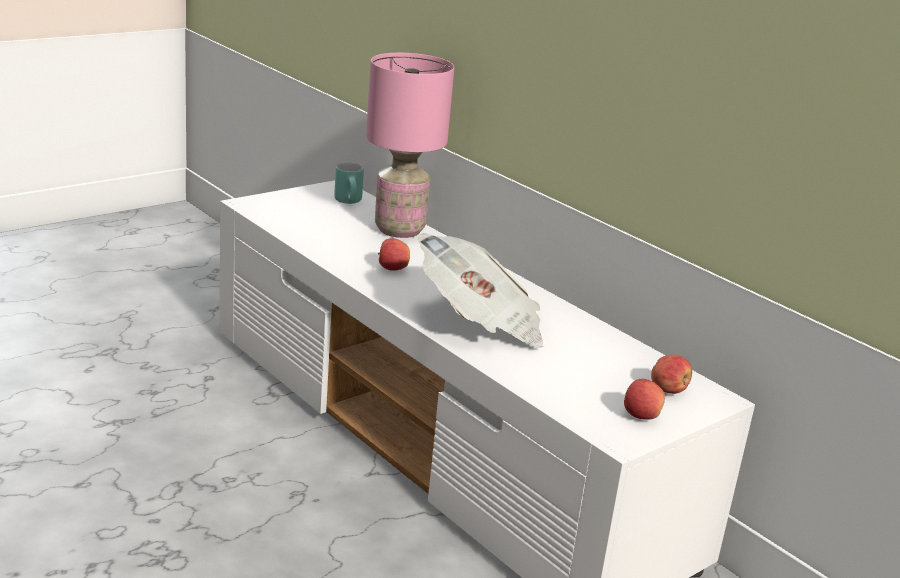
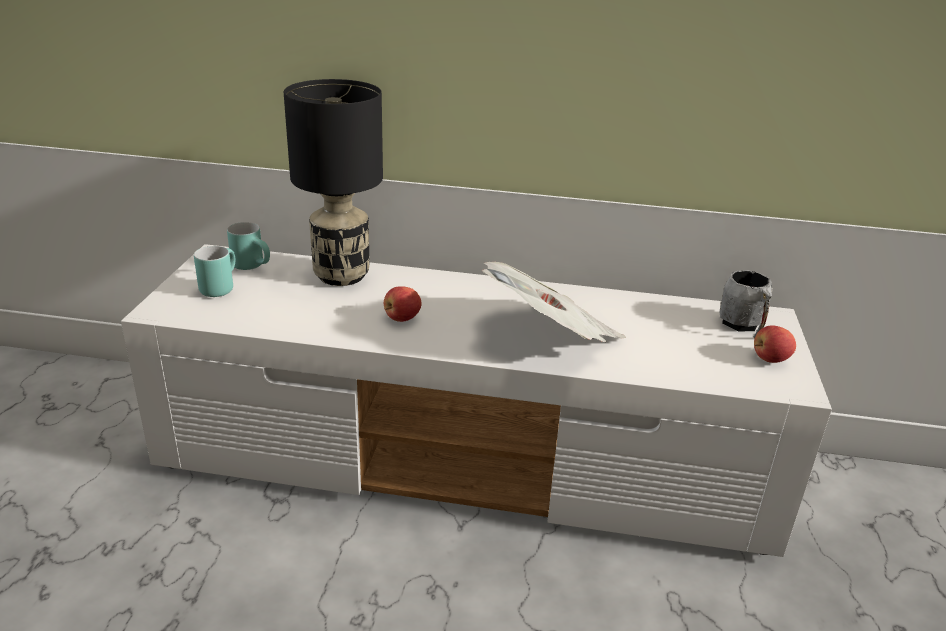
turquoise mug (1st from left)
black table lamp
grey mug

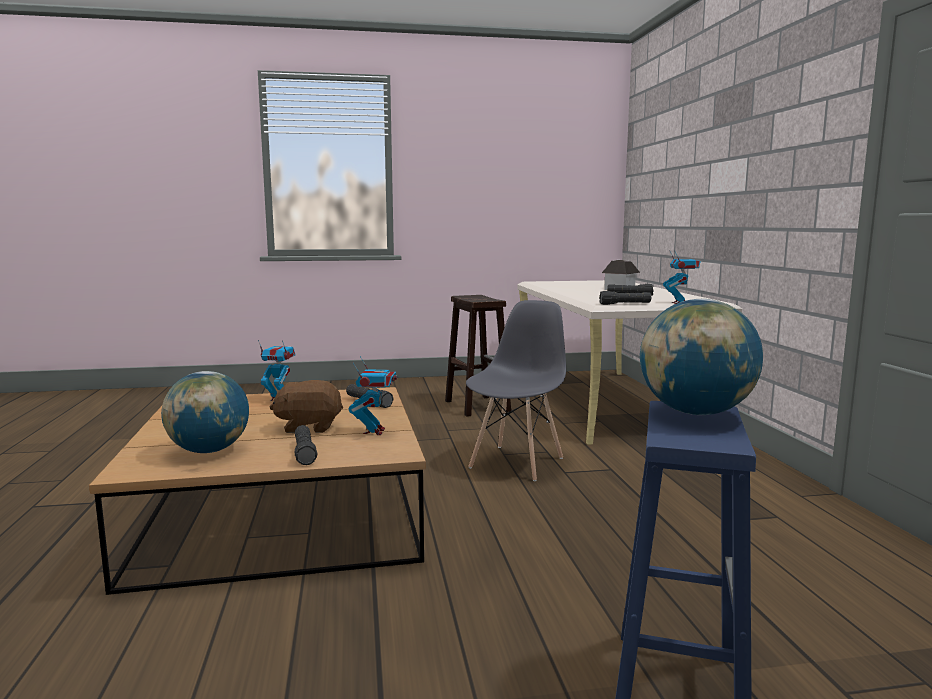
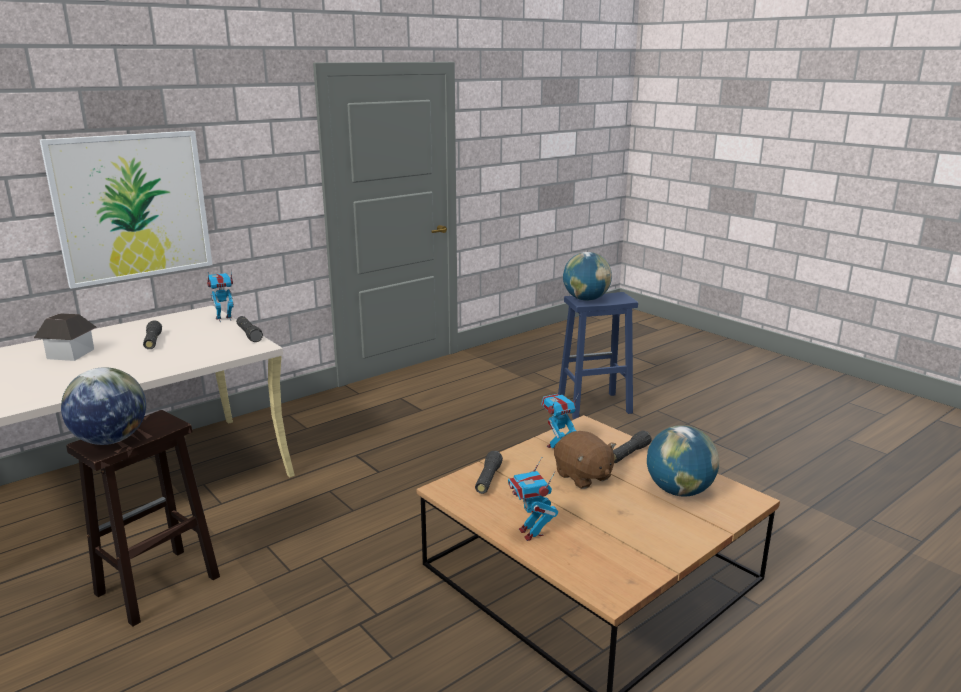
picture
globe (1st from left)
grey chair

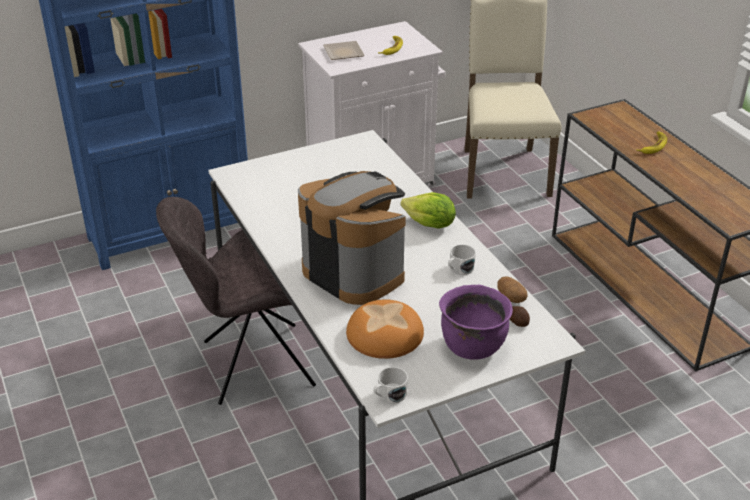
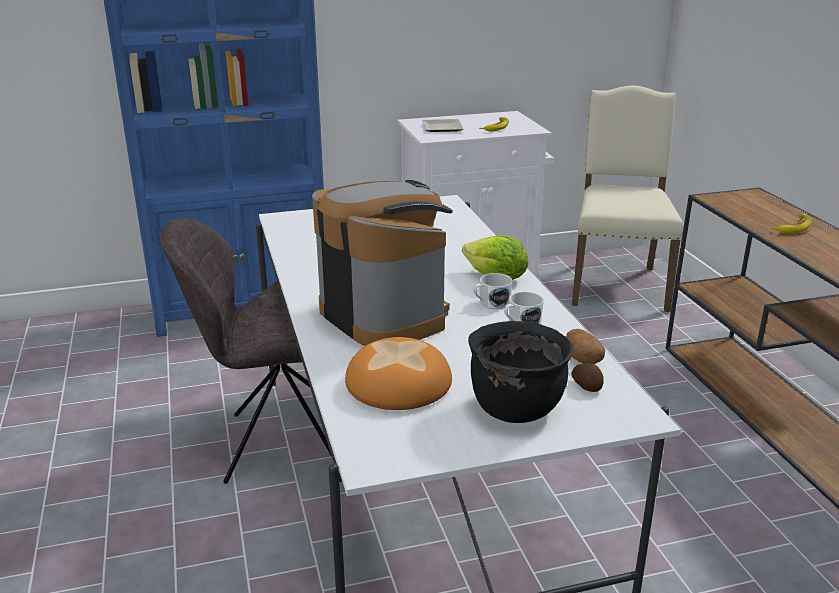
black cooking pot
white mug (1st from left)

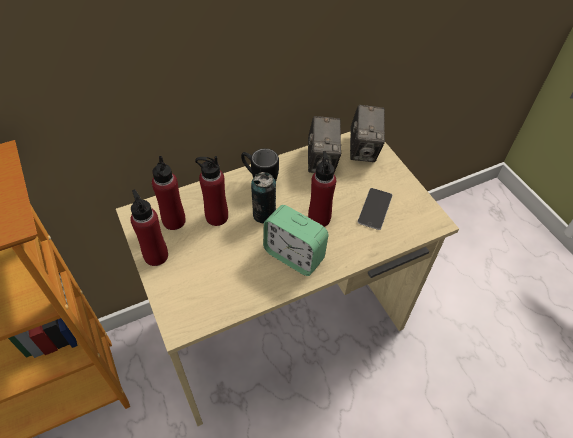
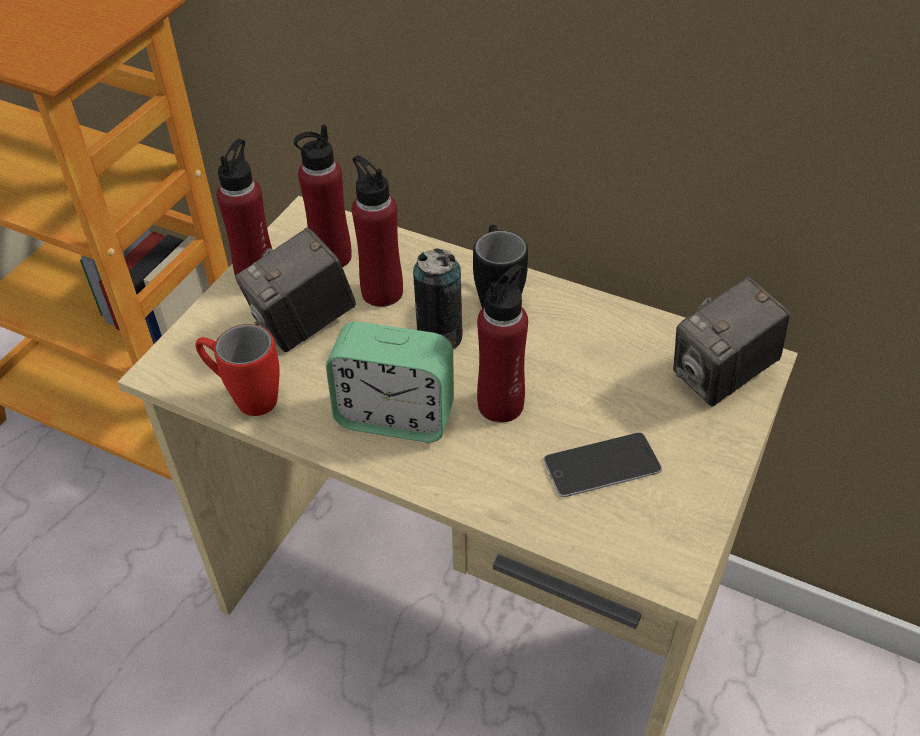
red mug
photo camera (1st from left)
alarm clock

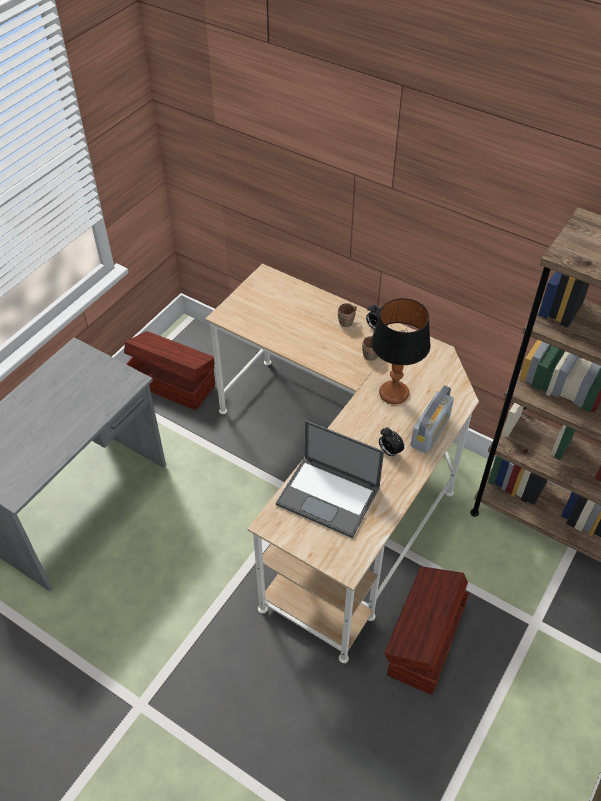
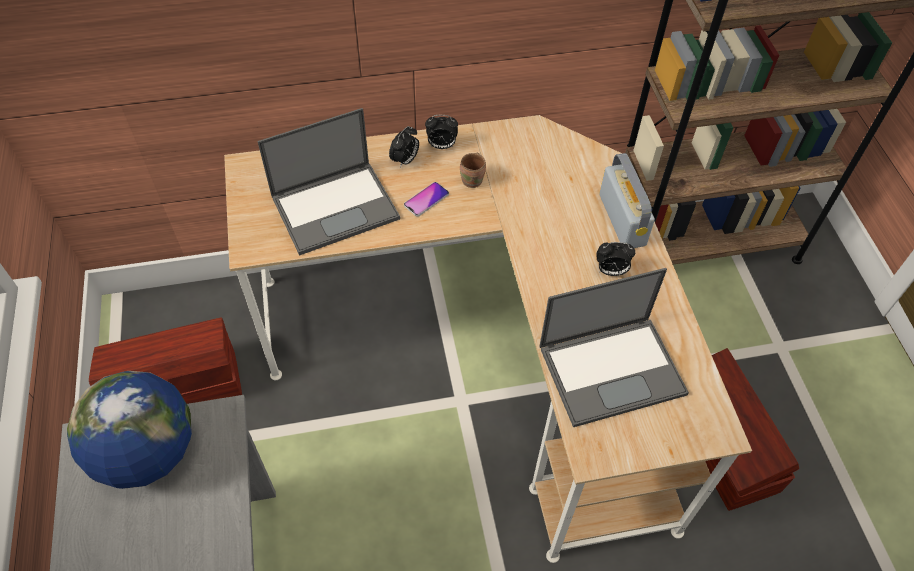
globe
laptop (1st from left)
alarm clock (1st from left)
phone
table lamp

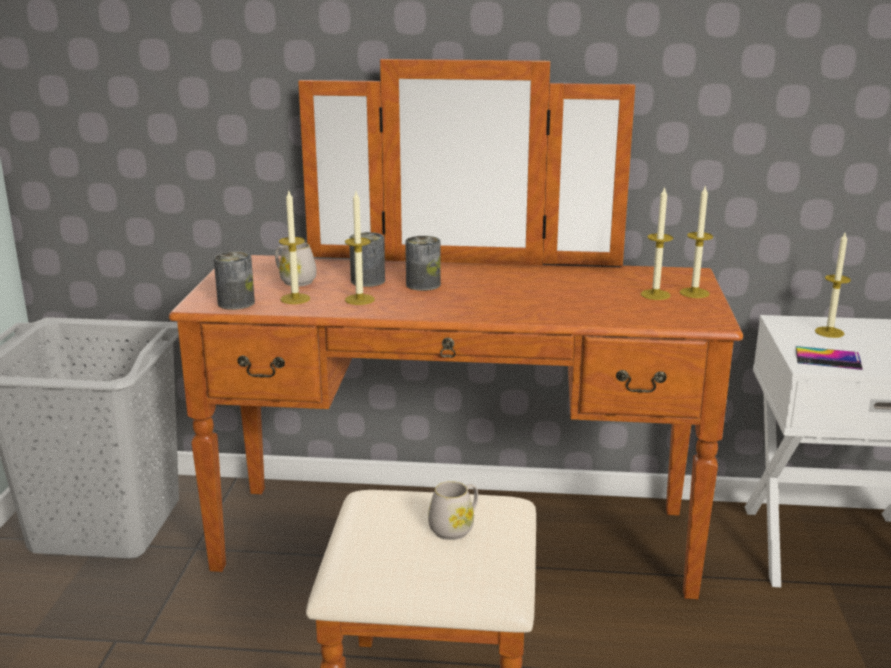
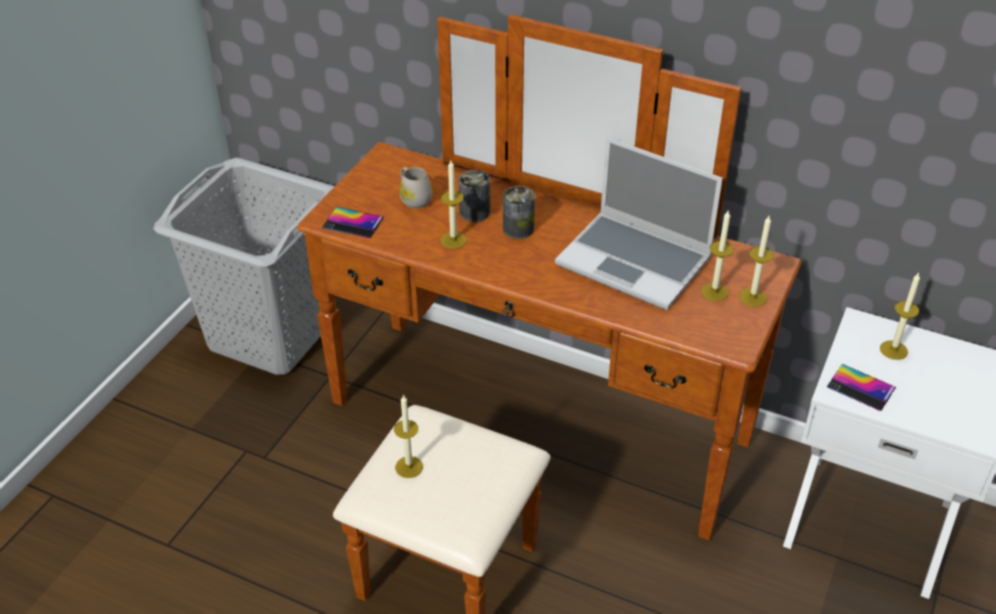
phone (1st from left)
candle (1st from left)
laptop
white mug (2nd from left in the first image)

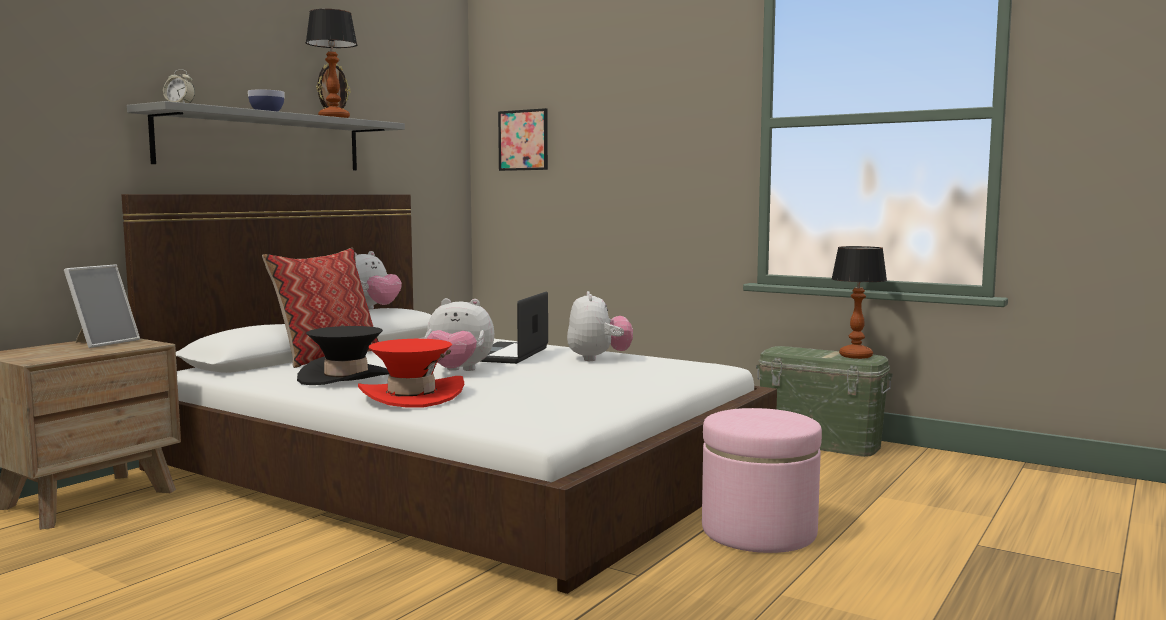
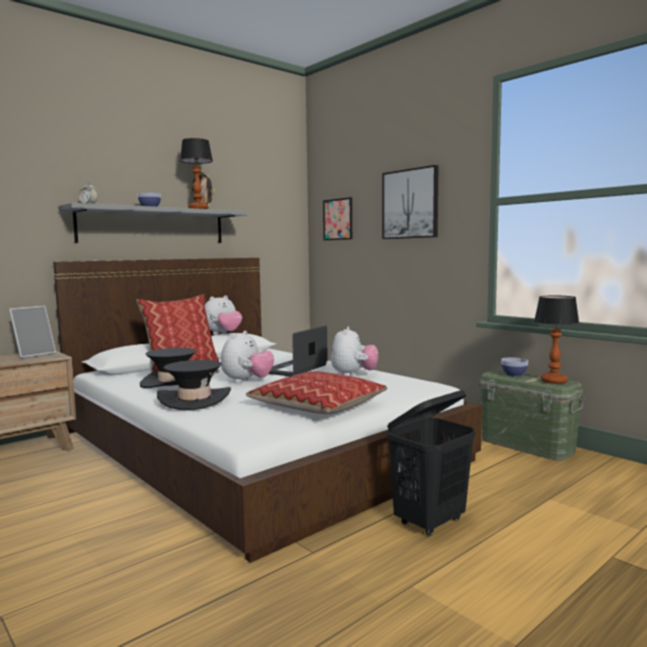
black hat (2nd from left)
plush toy (2nd from left)
pillow (2nd from left)
picture (2nd from left)
black laundry basket
bowl (2nd from left)

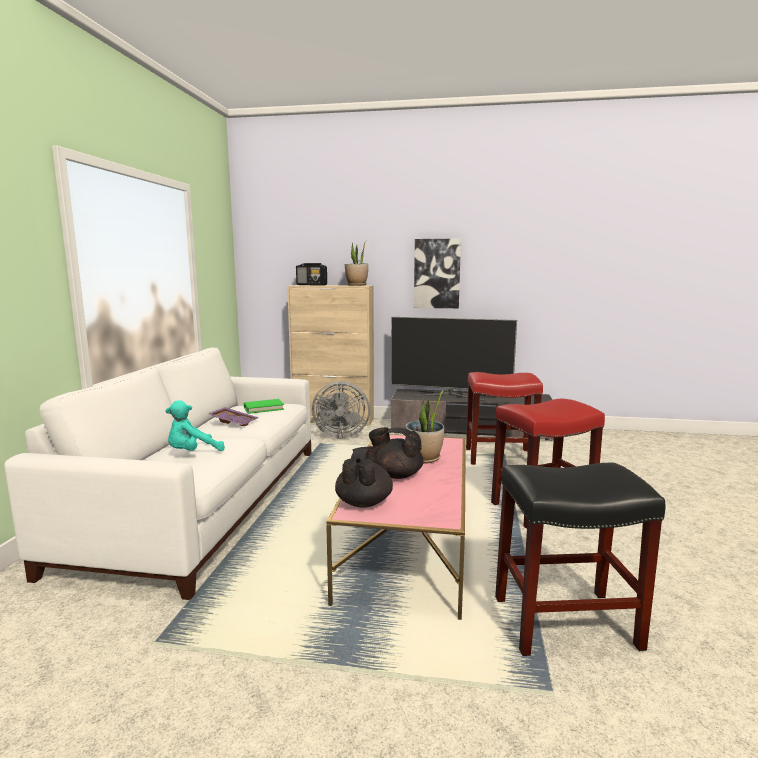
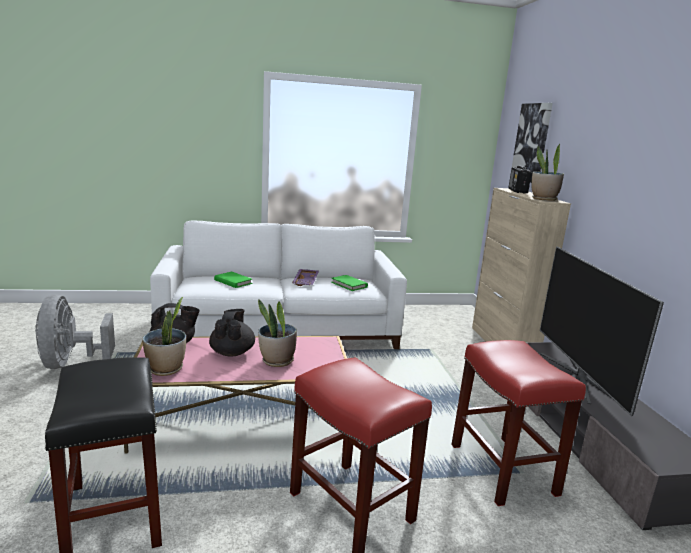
grey fan
potted plant (1st from left)
green book (1st from left)
picture

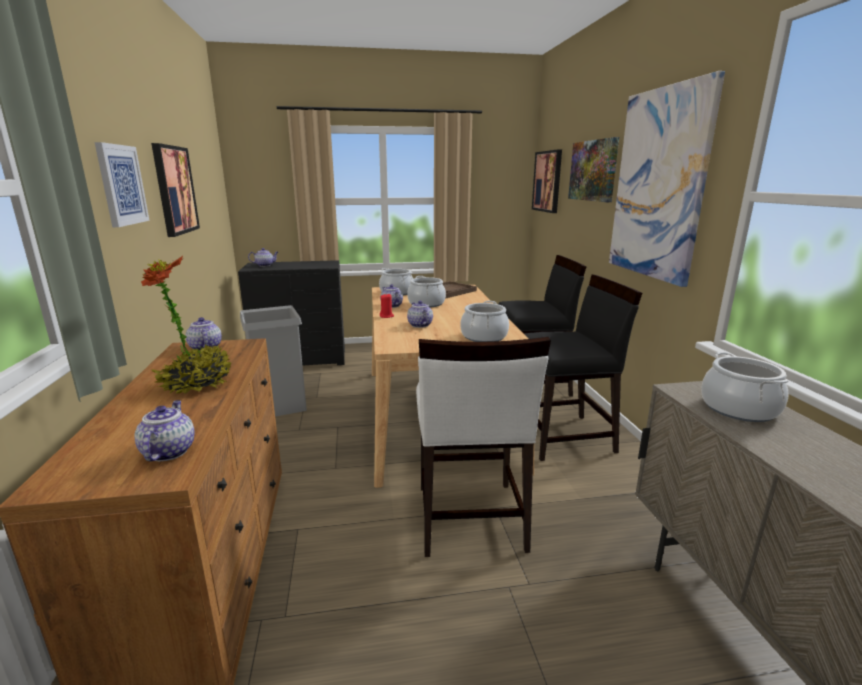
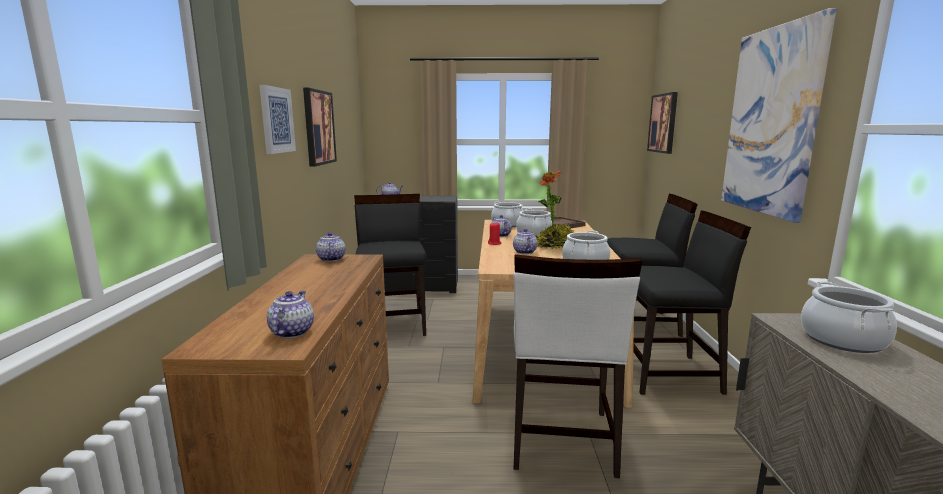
black chair (1st from left)
potted plant
picture (4th from left in the first image)

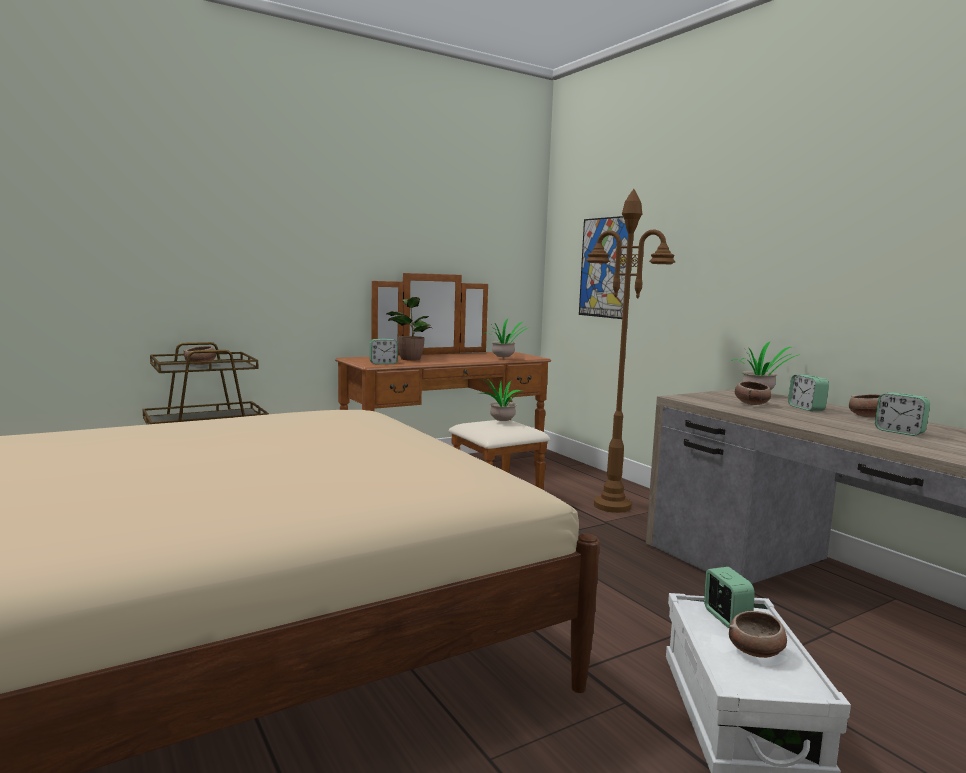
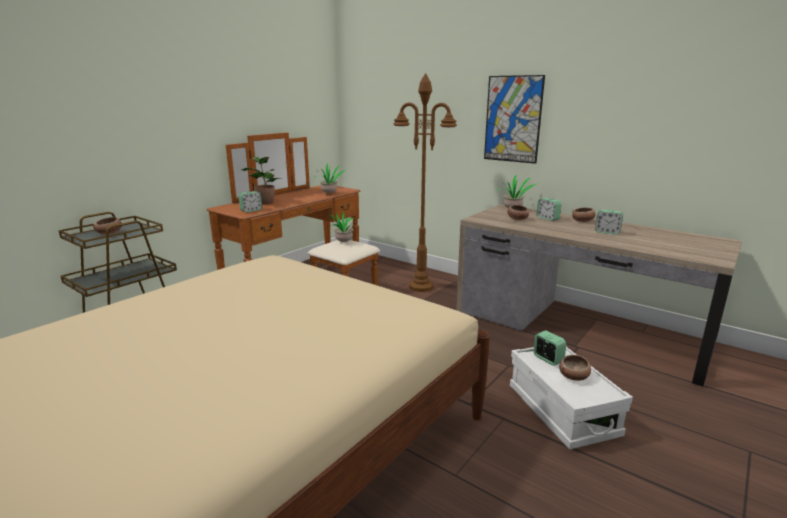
picture

